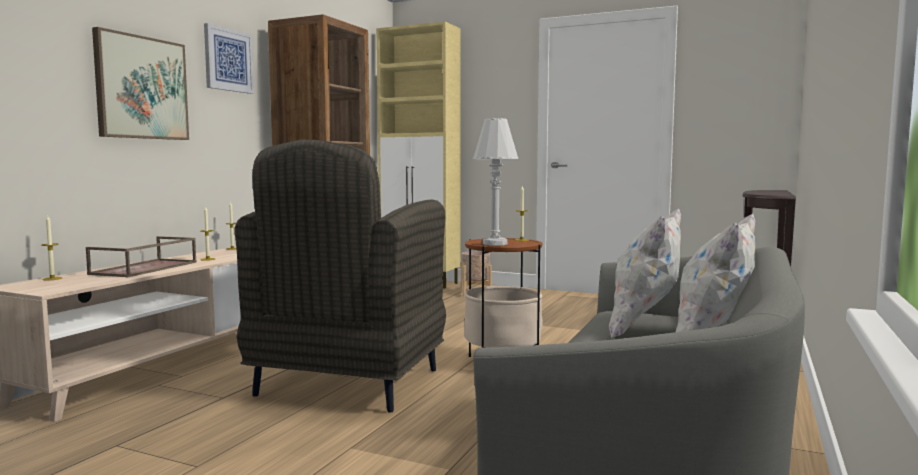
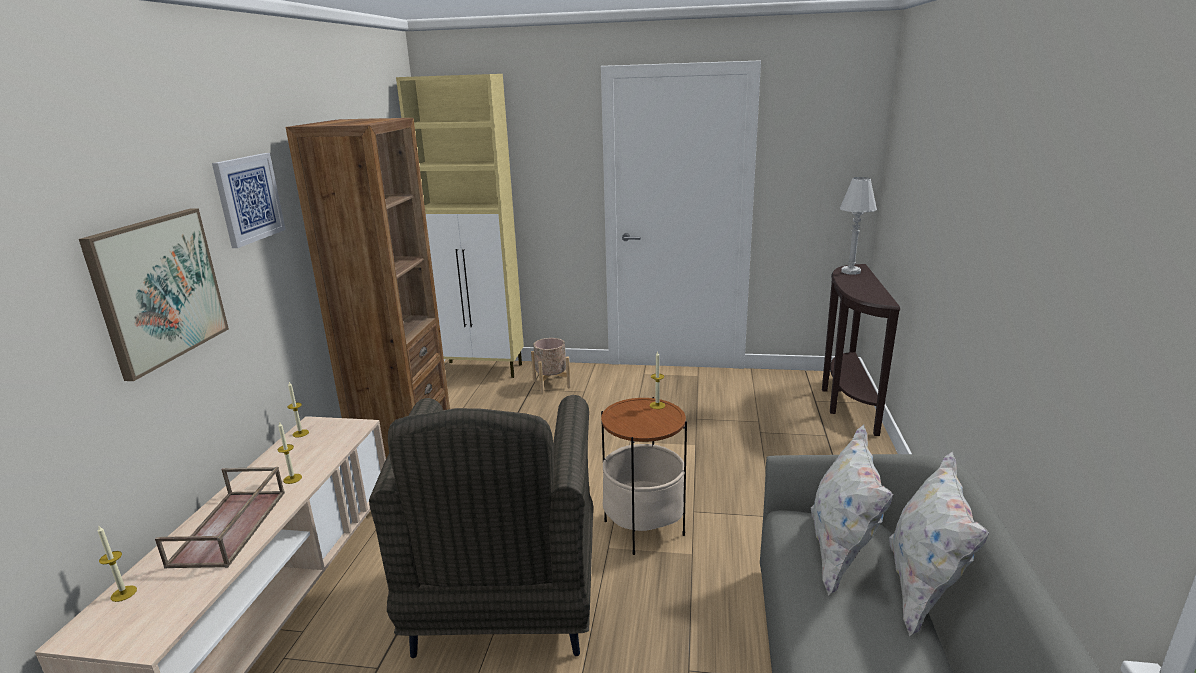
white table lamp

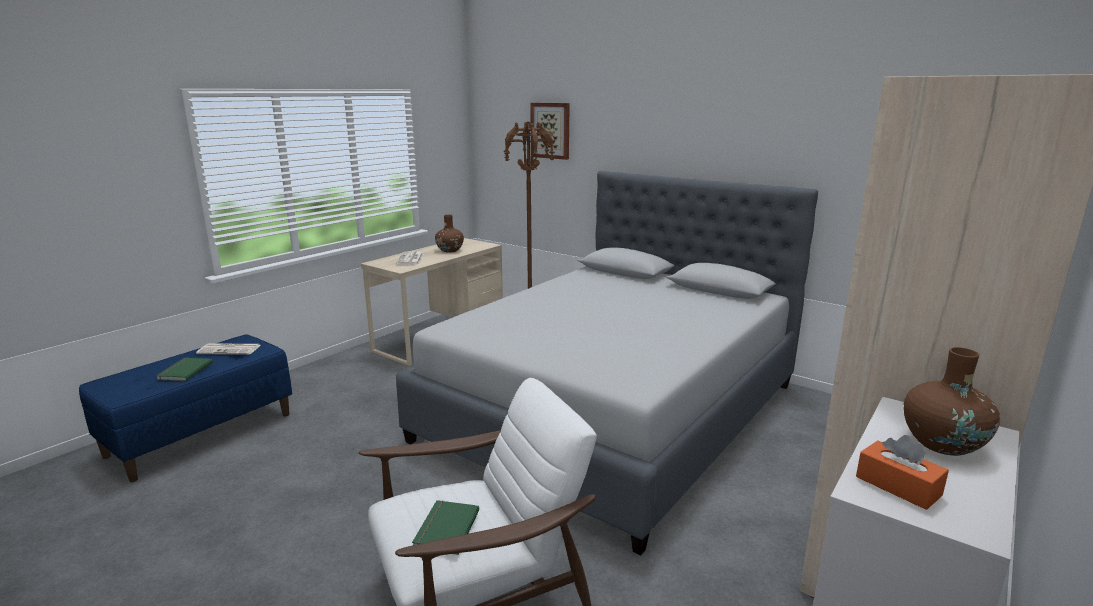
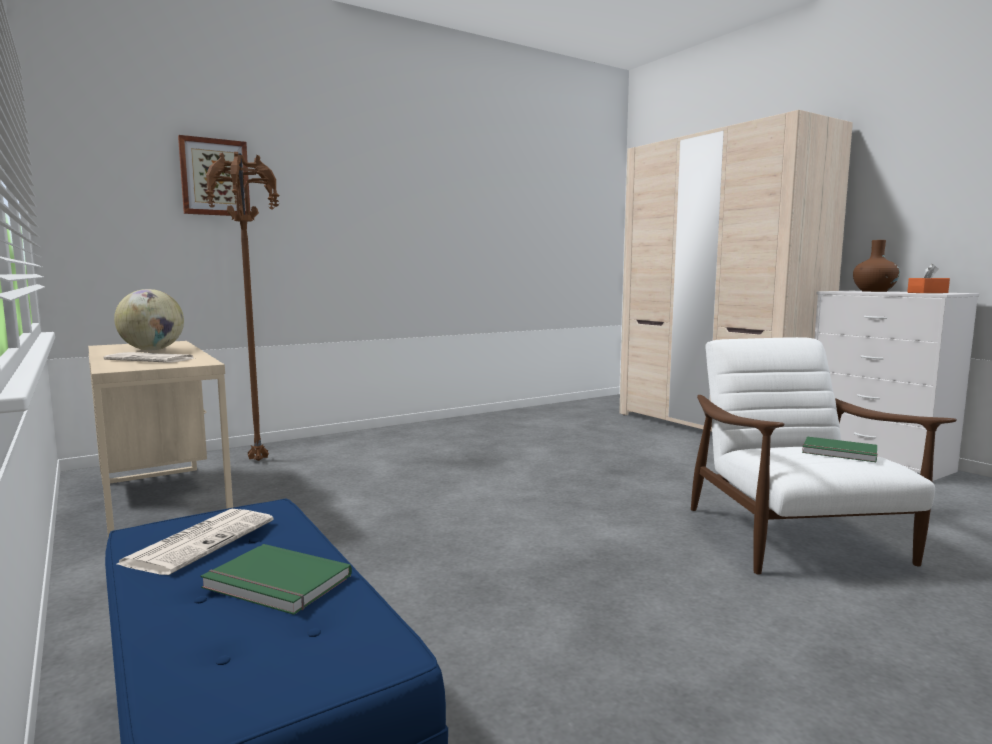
globe
grey bed

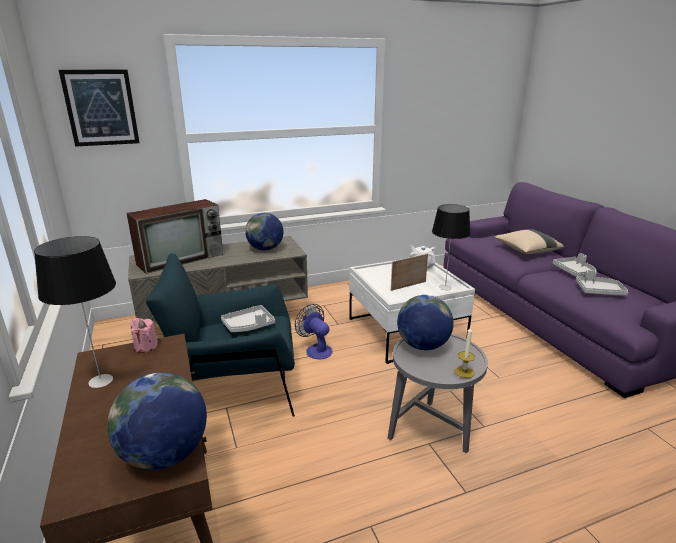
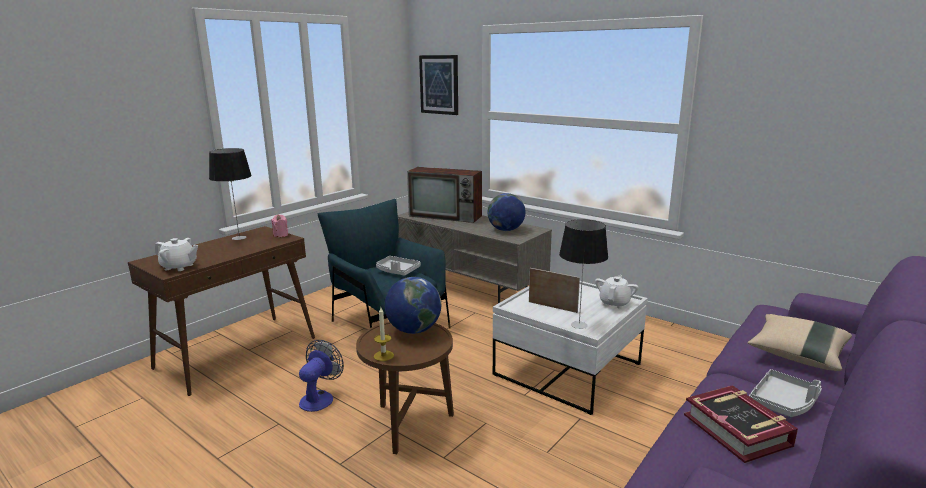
white teapot (1st from left)
fan
brown side table
book

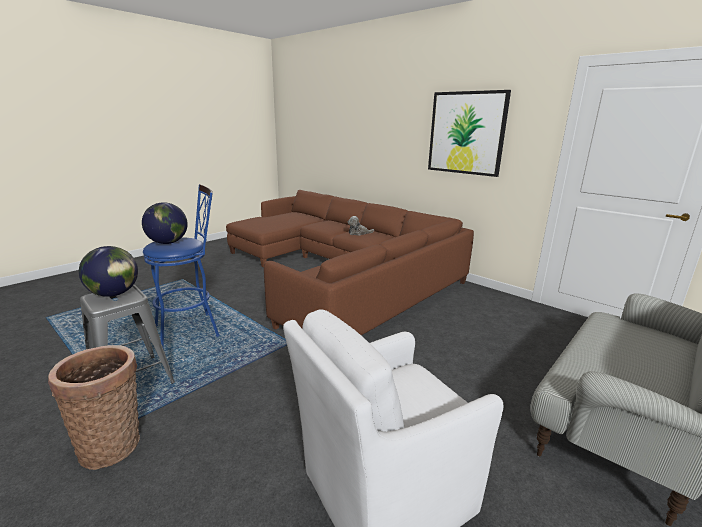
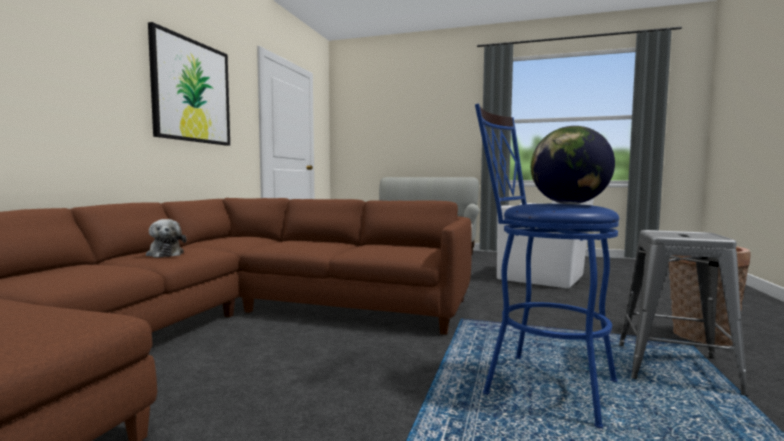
globe (1st from left in the first image)

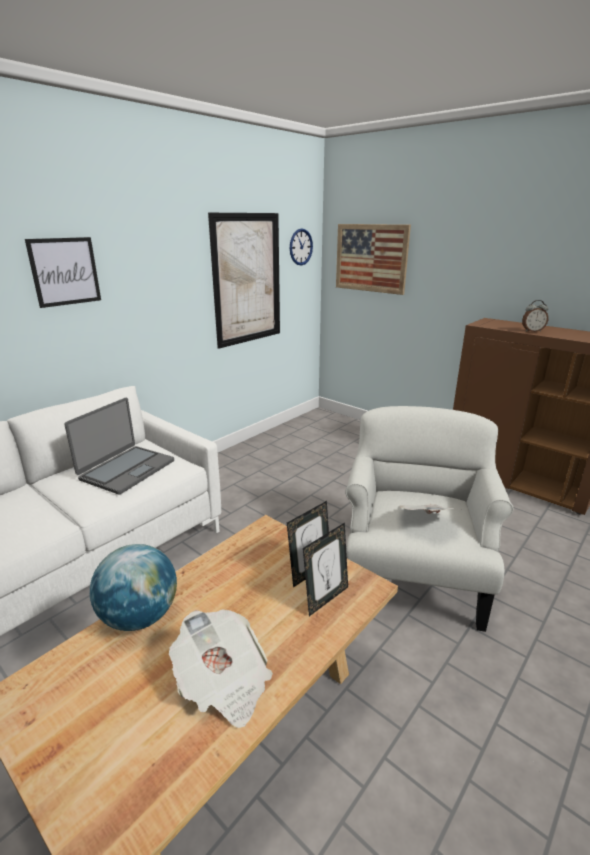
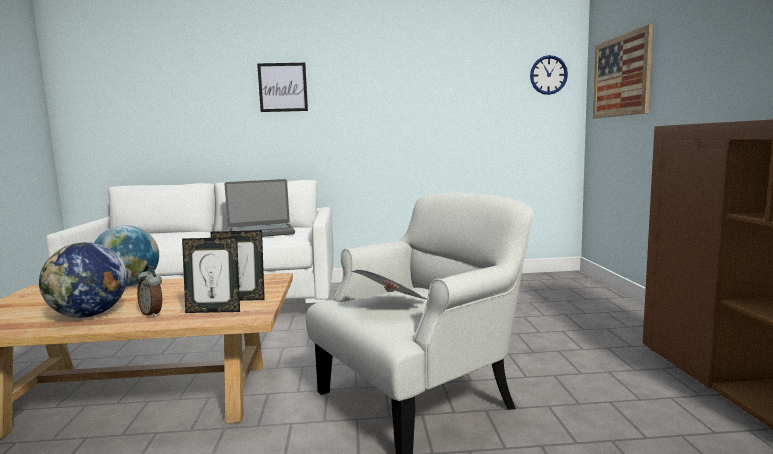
globe (1st from left)
alarm clock
picture (2nd from left in the first image)

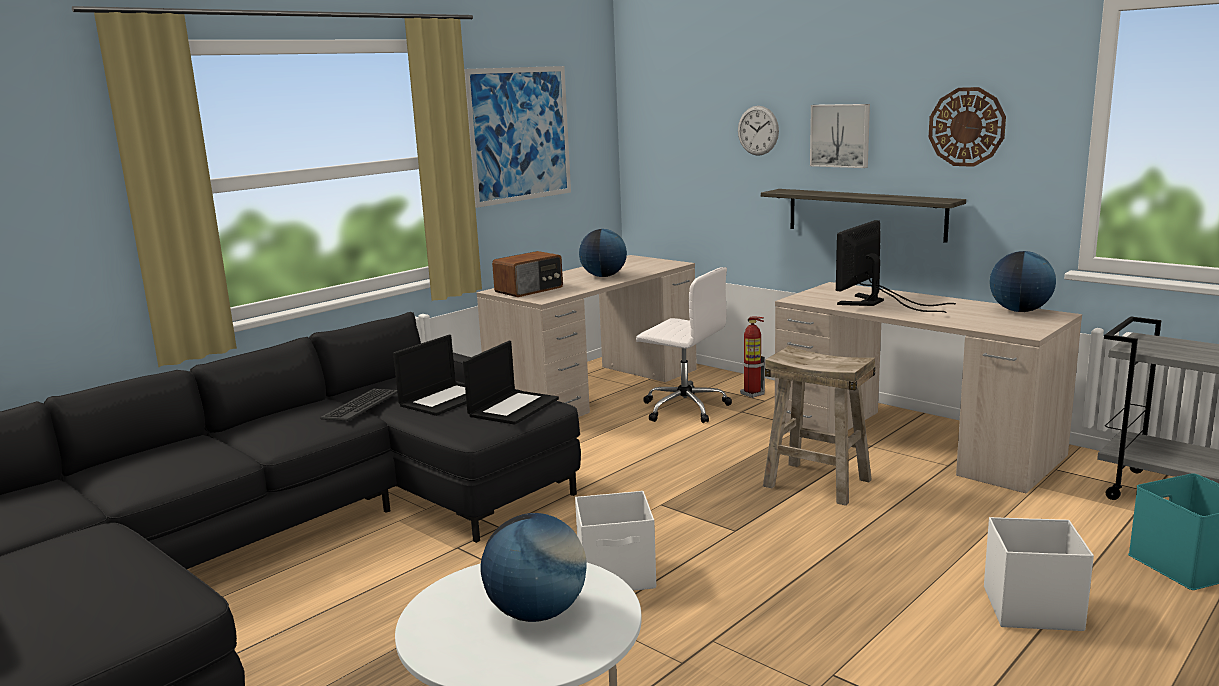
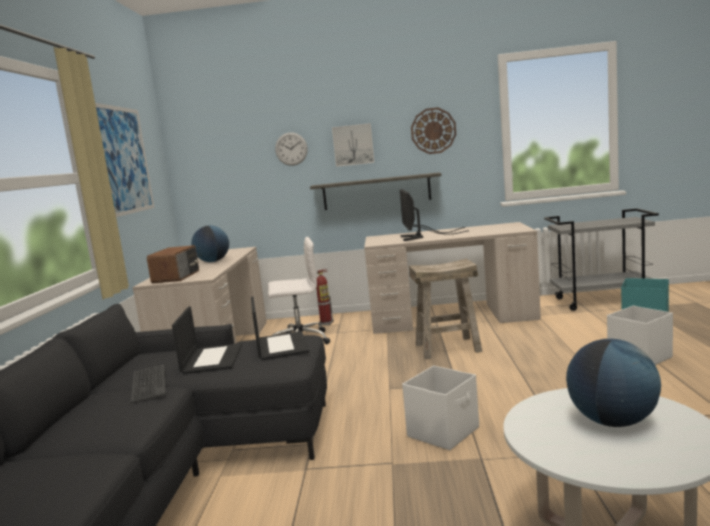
globe (3rd from left in the first image)

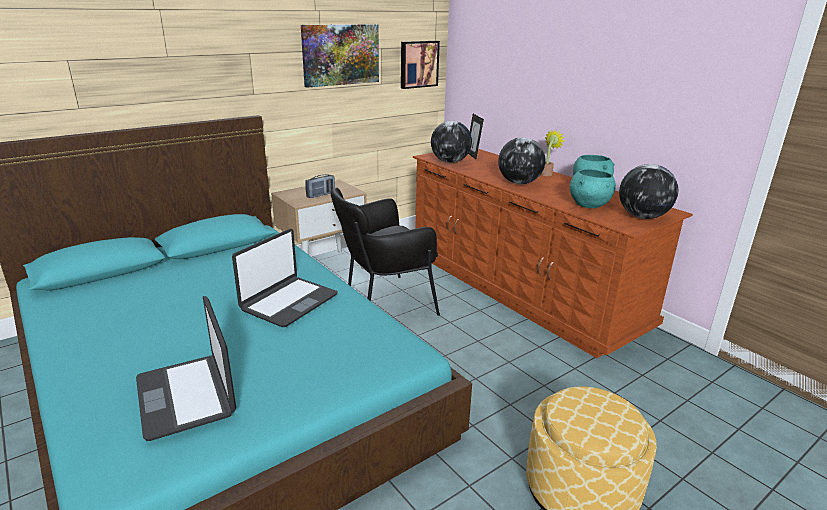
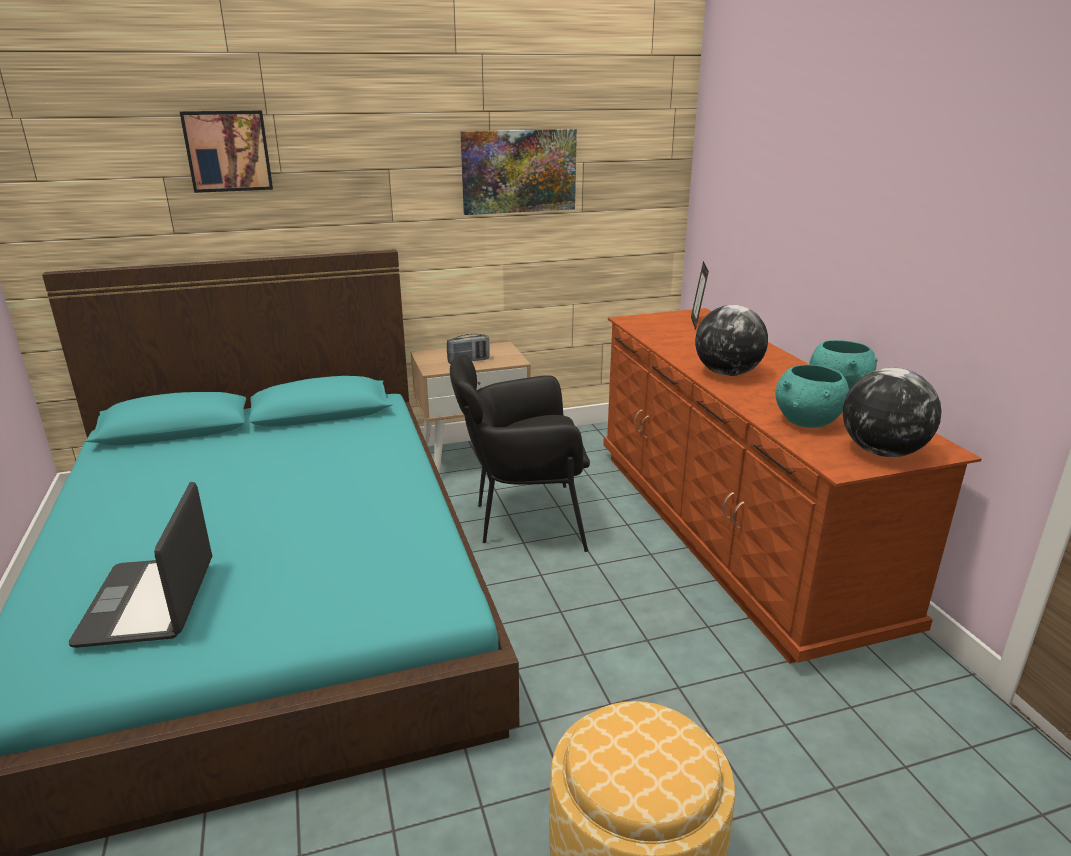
picture (1st from left)
laptop (2nd from left in the first image)
globe (1st from left in the first image)
potted plant

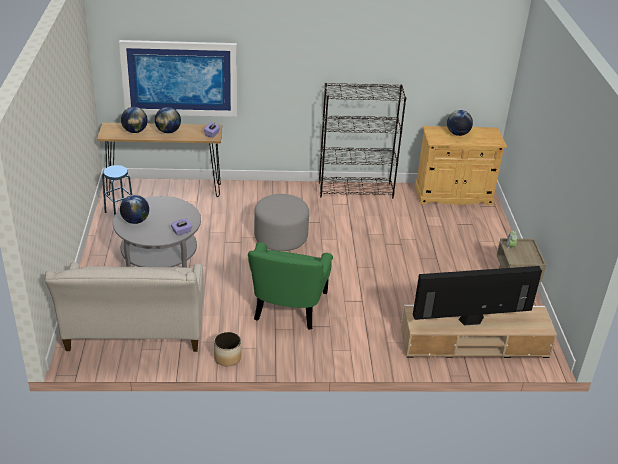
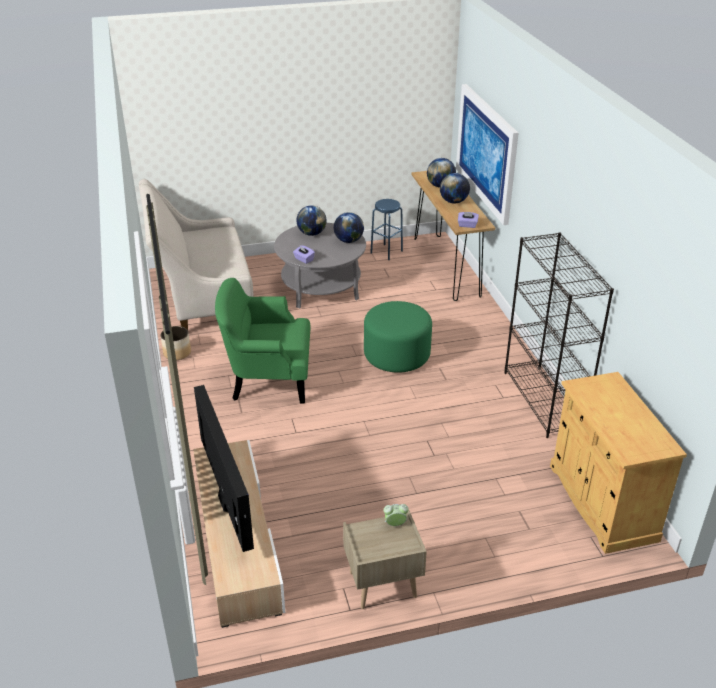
globe (2nd from left)
green ottoman

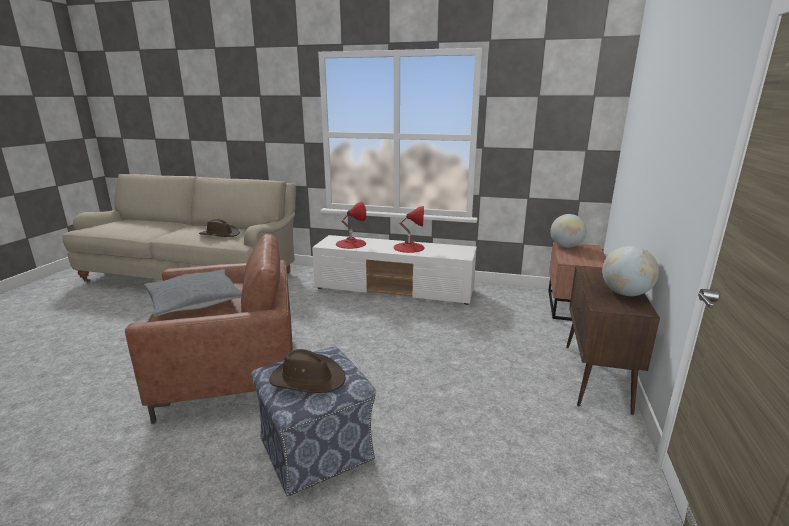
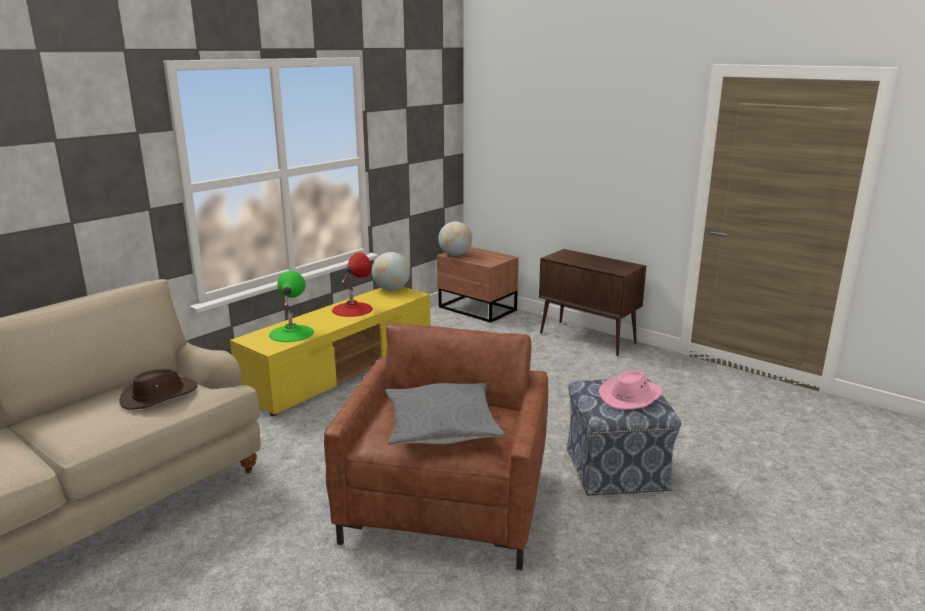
yellow tv stand
green table lamp
globe (1st from left)
pink hat

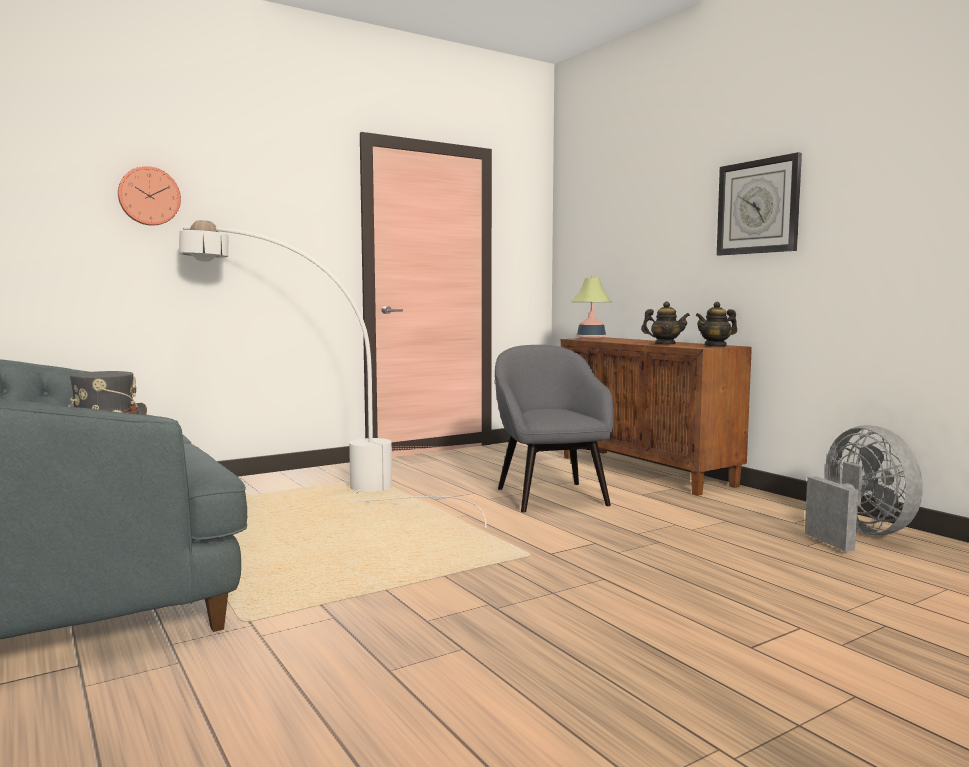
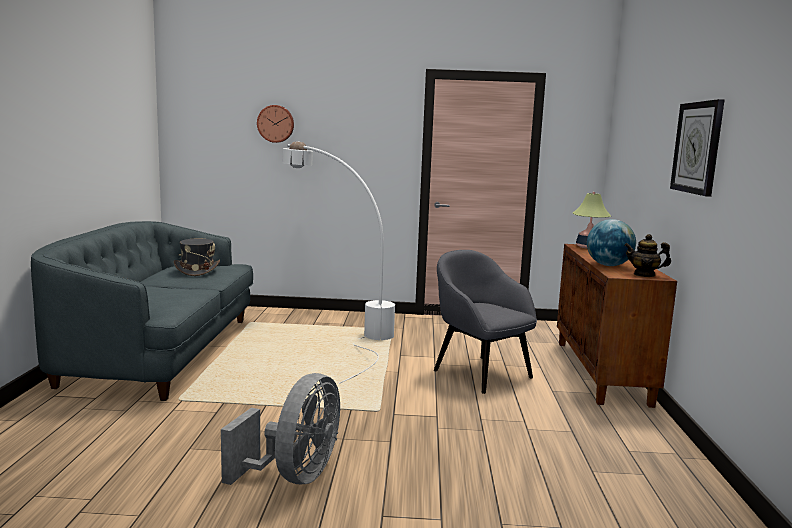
grey fan
grey armchair
globe

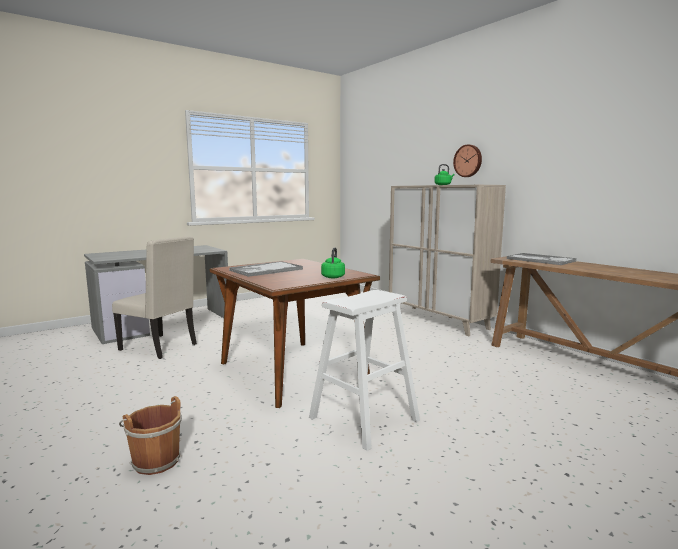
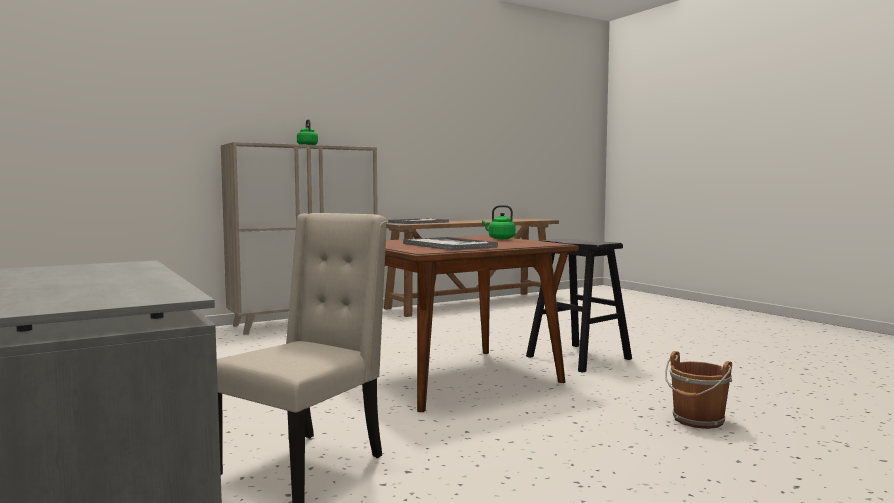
black stool
wall clock

